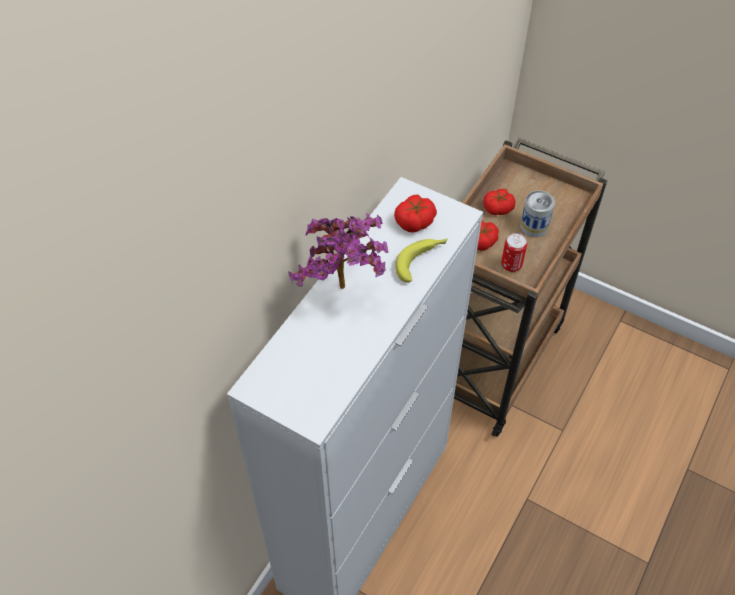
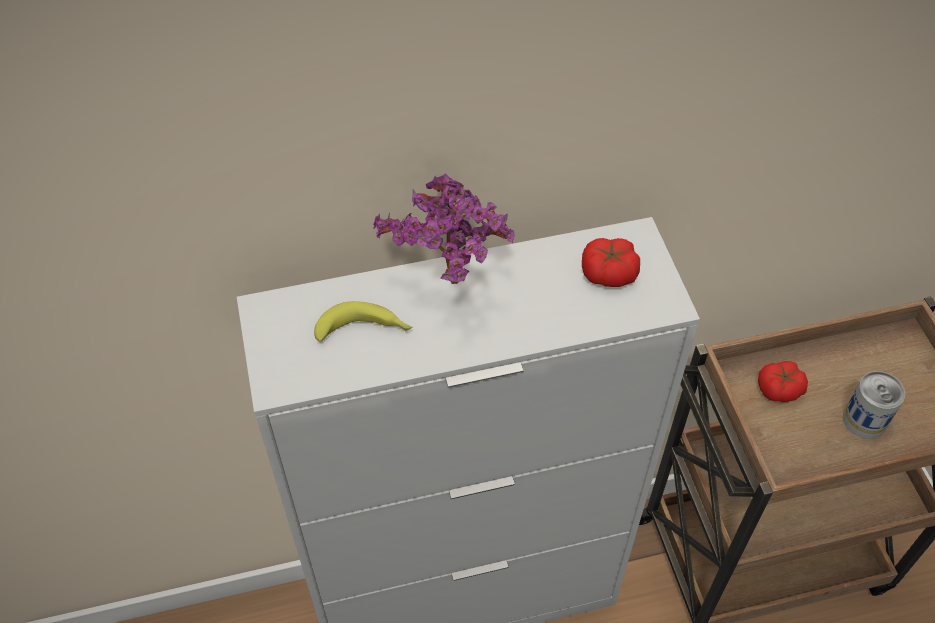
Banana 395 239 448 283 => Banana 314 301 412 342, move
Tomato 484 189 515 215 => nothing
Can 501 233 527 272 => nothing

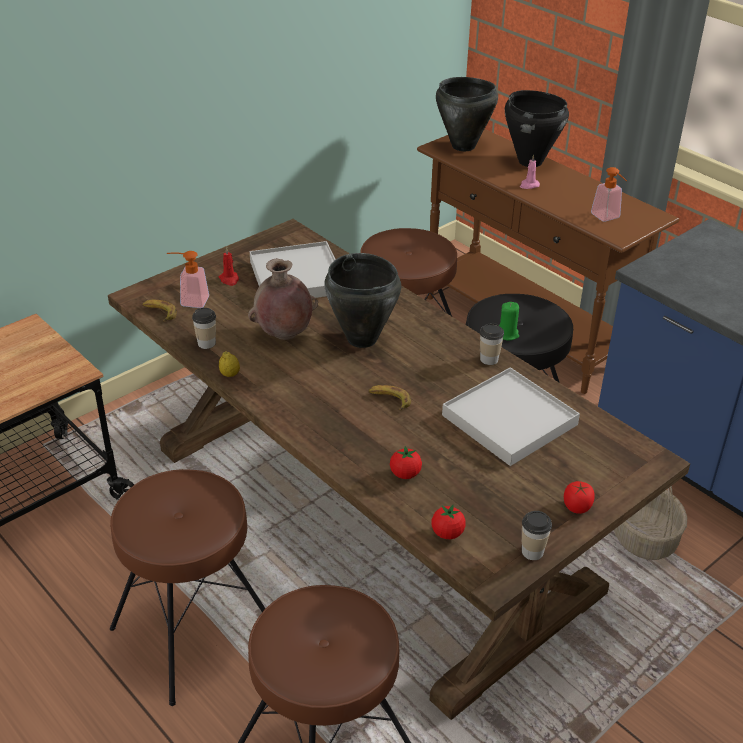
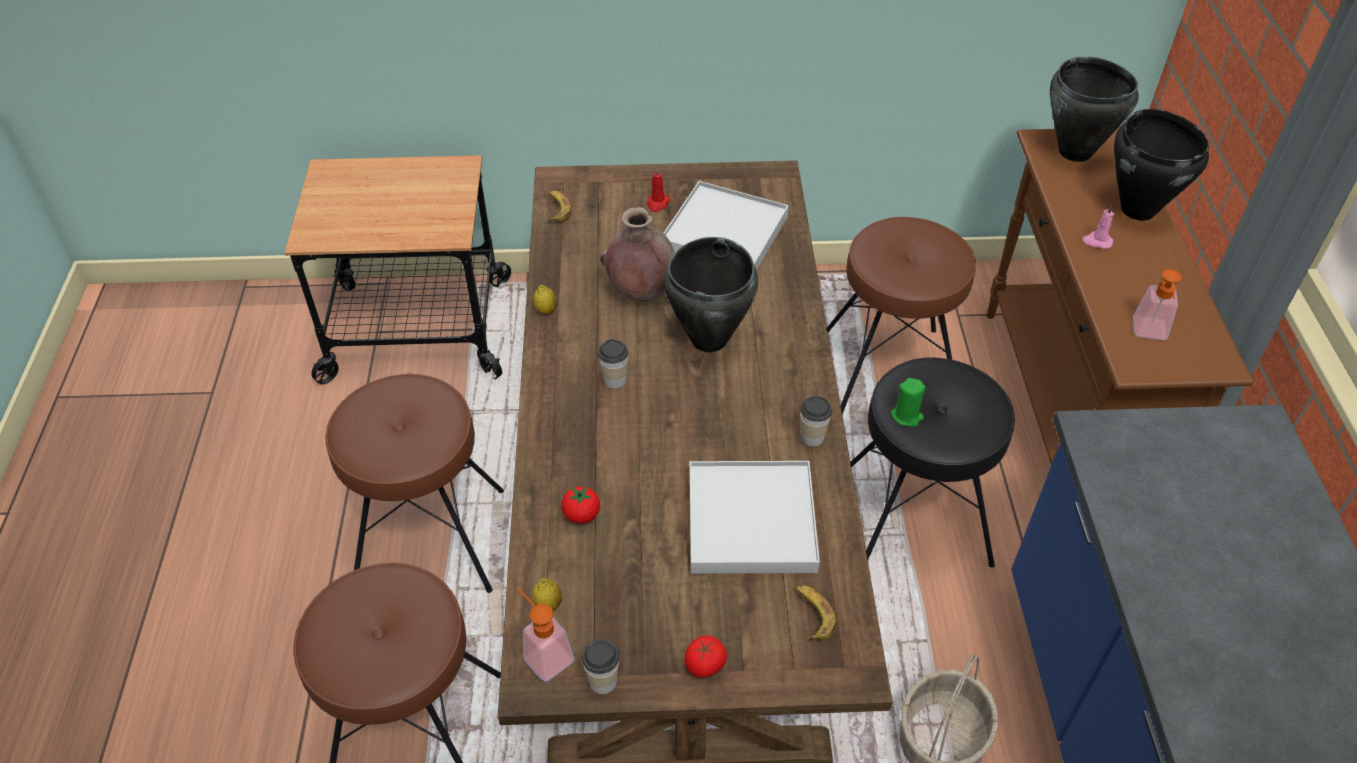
SoapBottle 167 251 209 308 => SoapBottle 517 588 574 682, move
Cup 192 308 216 349 => Cup 598 339 628 389, move
Banana 368 385 411 410 => Banana 796 585 837 640, move
Tomato 432 504 466 539 => CitrusFruit 533 578 562 611

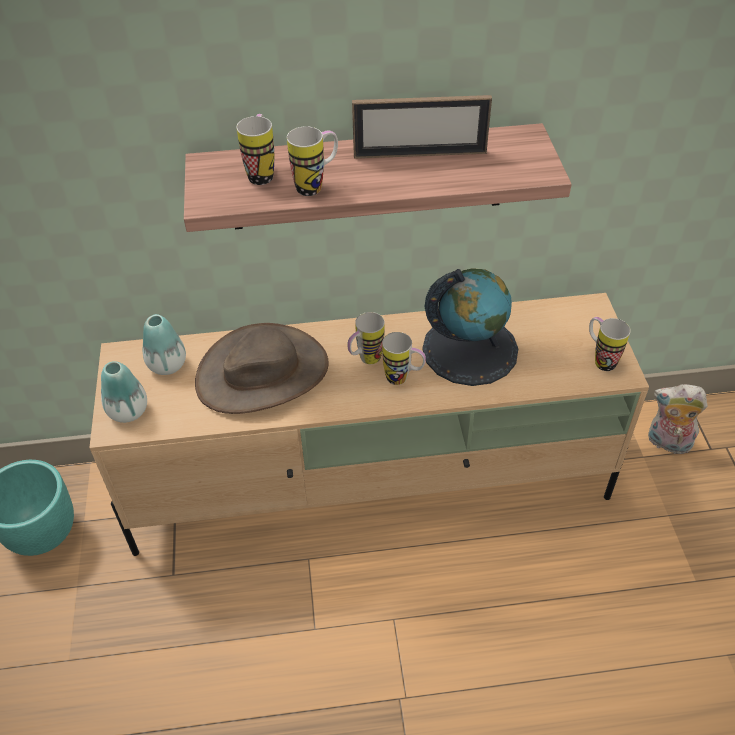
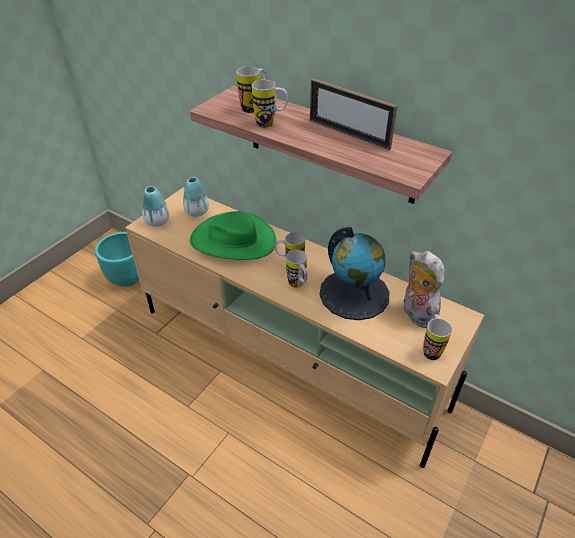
BrownClothingHat 195 323 329 414 => GreenColouredClothingHat 190 211 277 260
CuddlyToy 648 384 708 454 => CuddlyToy 404 251 444 328, move

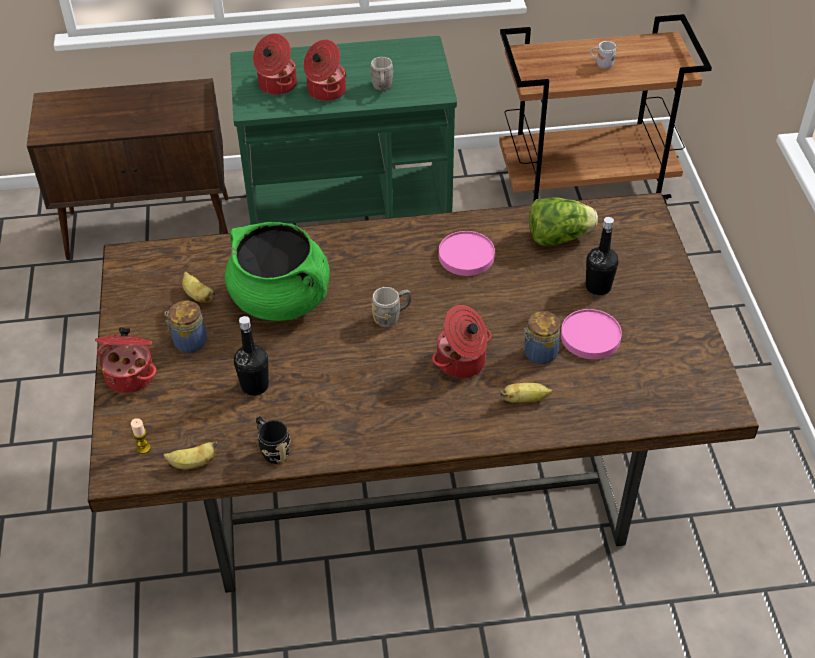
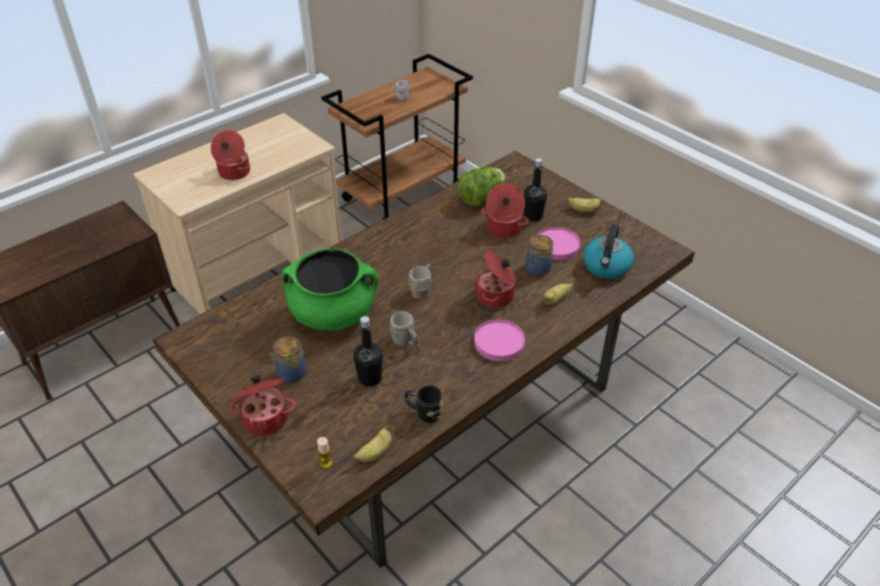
Banana 182 272 215 303 => Banana 568 198 604 212, move
GreenColouredWheeledCart 230 36 457 225 => BeigeColouredWheeledCart 134 113 342 315
CookingPot 253 34 297 95 => CookingPot 481 183 529 238, move
GreyishTeaMug 370 57 394 91 => GreyishTeaMug 390 311 418 347, move
PinkColouredDinnerPlate 439 231 495 276 => PinkColouredDinnerPlate 474 320 525 361, move
nothing => Kettle 583 224 634 279

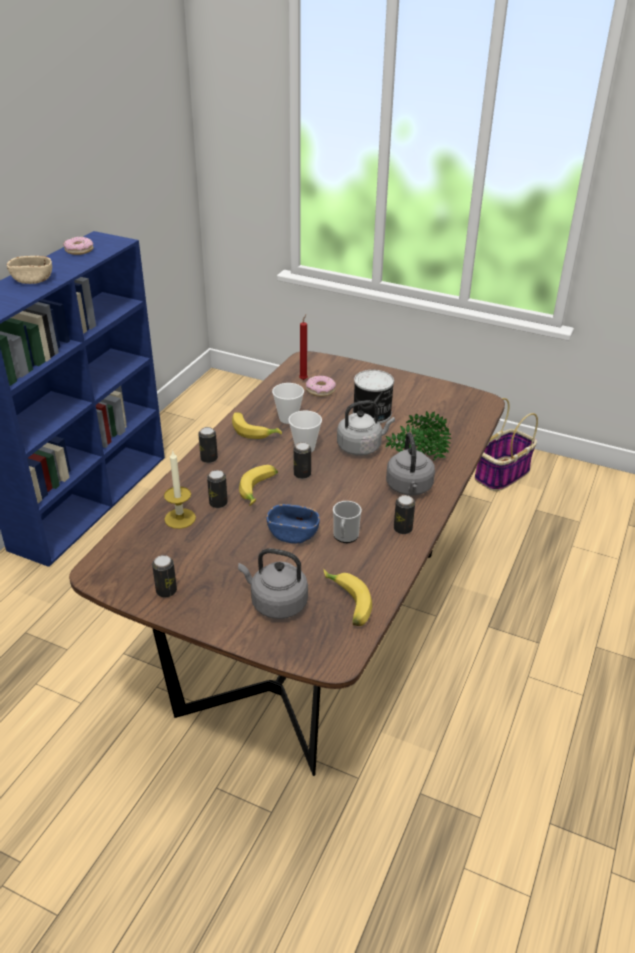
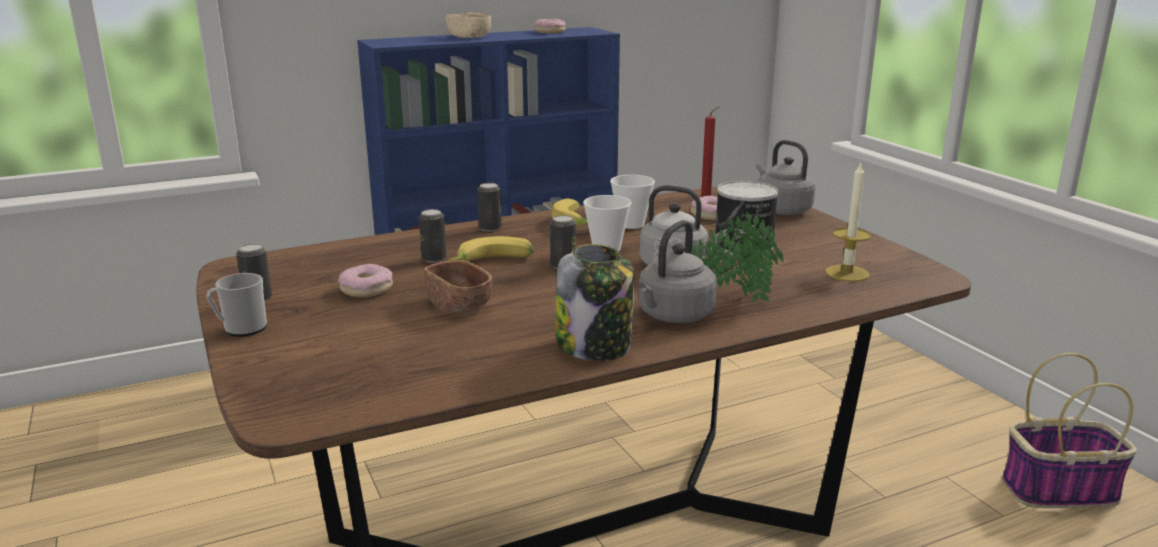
WaxLight 164 450 196 529 => WaxLight 825 161 871 282, move
GreyishKettle 238 548 308 619 => GreyishKettle 756 140 815 215, move
BlueServingBowl 267 504 320 544 => BrownServingBowl 424 260 492 312
Banana 324 569 372 626 => nothing
TeaMug 333 501 362 543 => TeaMug 206 273 267 337, move
Can 394 495 415 534 => Jar 556 244 635 361
nothing => Doughnut 338 264 393 298

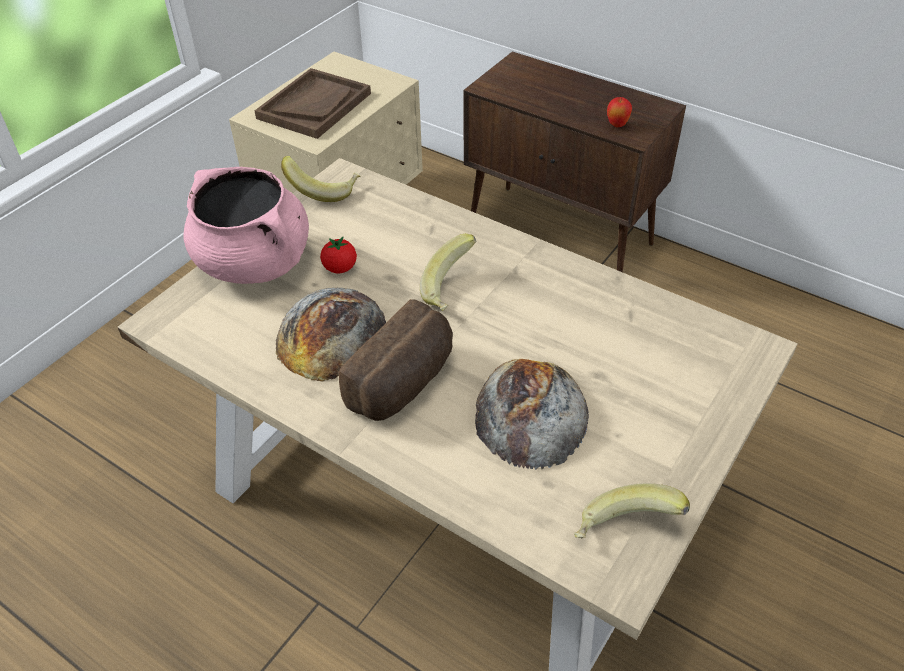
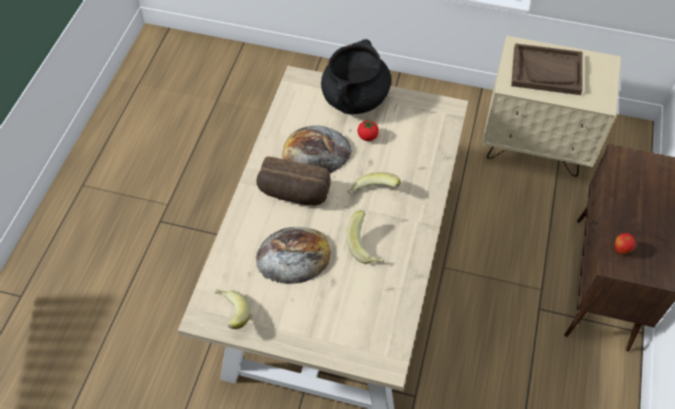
PinkColouredCookingPot 183 167 309 284 => BlackColouredCookingPot 321 39 391 115
Banana 281 156 360 202 => Banana 346 210 383 264, move

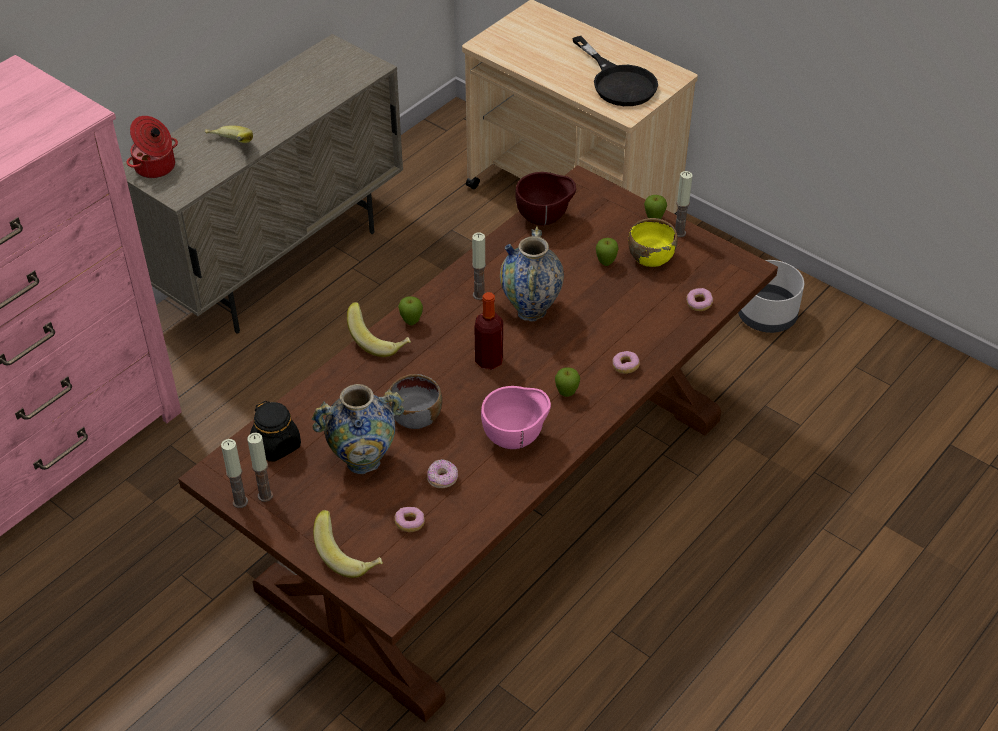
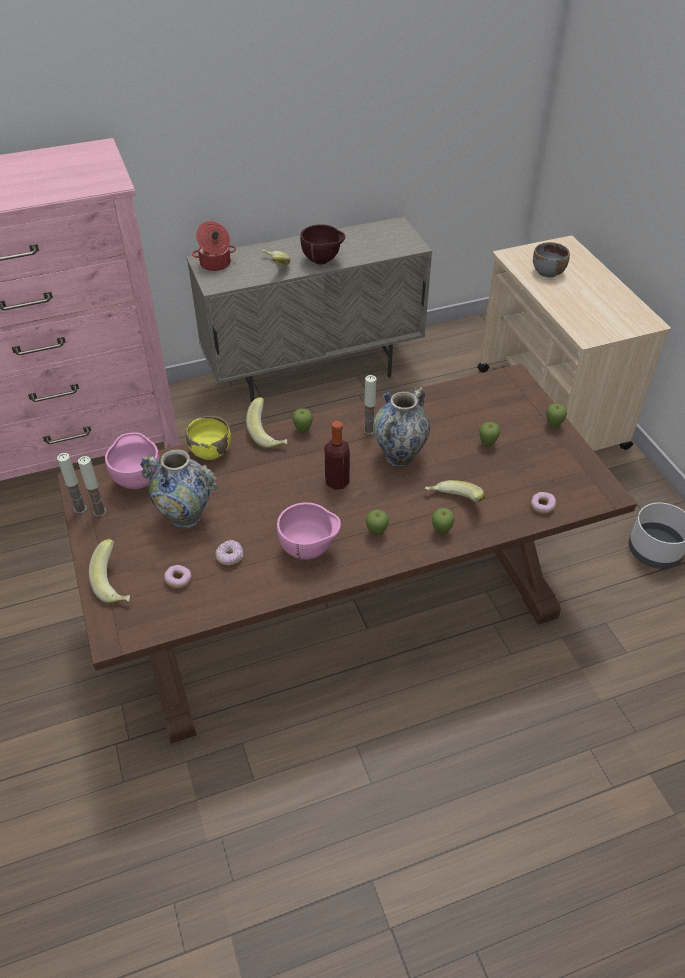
BlackColouredJar 250 401 301 462 => PinkColouredServingBowl 105 432 160 489
GreyishServingBowl 388 374 442 429 => GreyishServingBowl 533 242 570 277, move
BrownServingBowl 515 172 576 226 => BrownServingBowl 300 224 345 265, move
BlackColouredPan 572 36 658 106 => nothing
Doughnut 612 351 640 374 => Apple 432 508 455 535
YellowishServingBowl 628 218 678 267 => YellowishServingBowl 185 416 231 460, move
WaxLight 675 171 693 237 => nothing
nothing => Banana 425 480 485 502

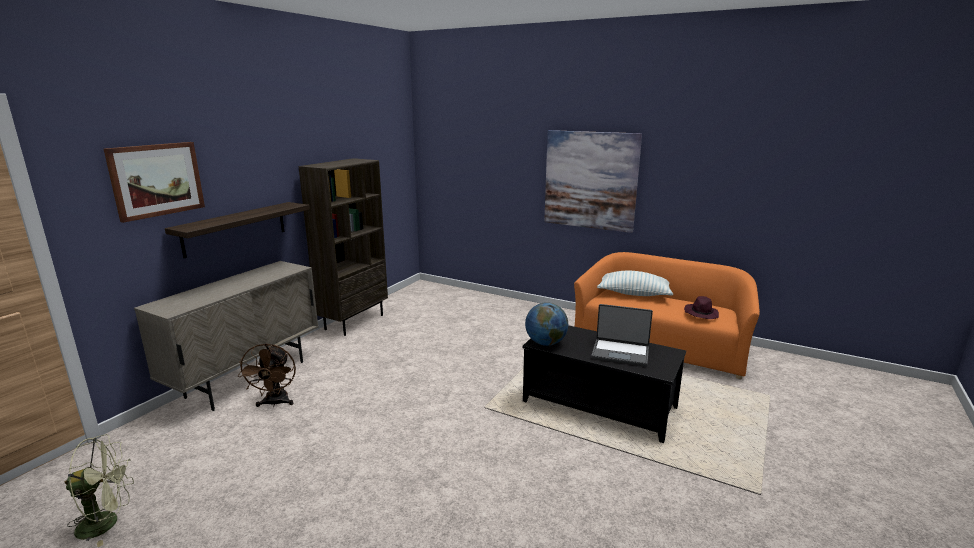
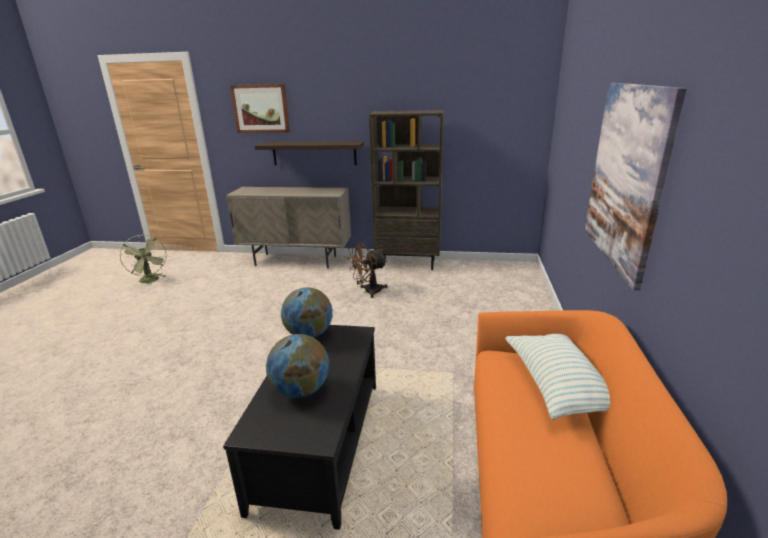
BrownFan 238 343 296 407 => BrownFan 348 242 387 298, move
PortableComputer 591 304 653 366 => Globe 266 334 329 398
PurpleClothingHat 684 296 719 319 => nothing

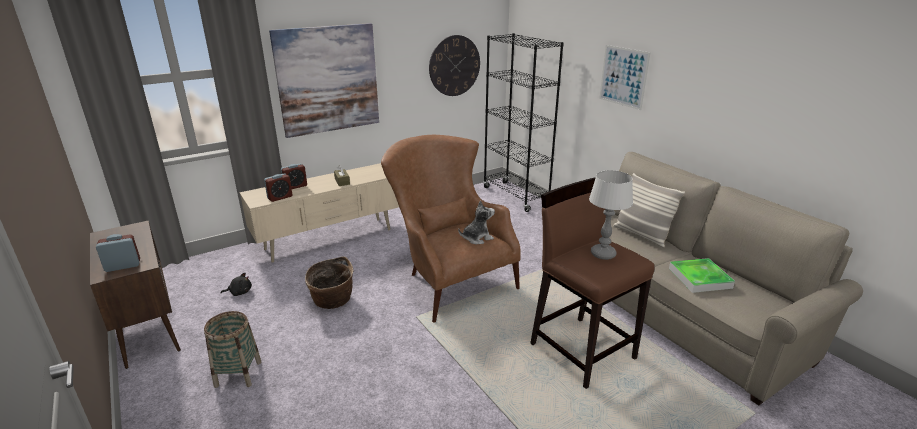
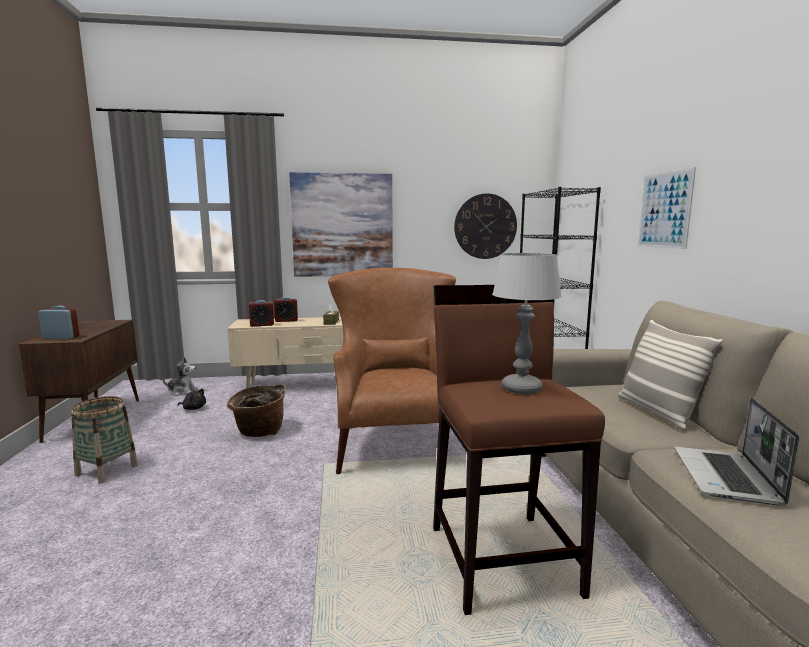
CuddlyToy 458 200 495 244 => CuddlyToy 162 357 198 396, move
CarryingTray 669 258 735 293 => PortableComputer 674 398 799 506

